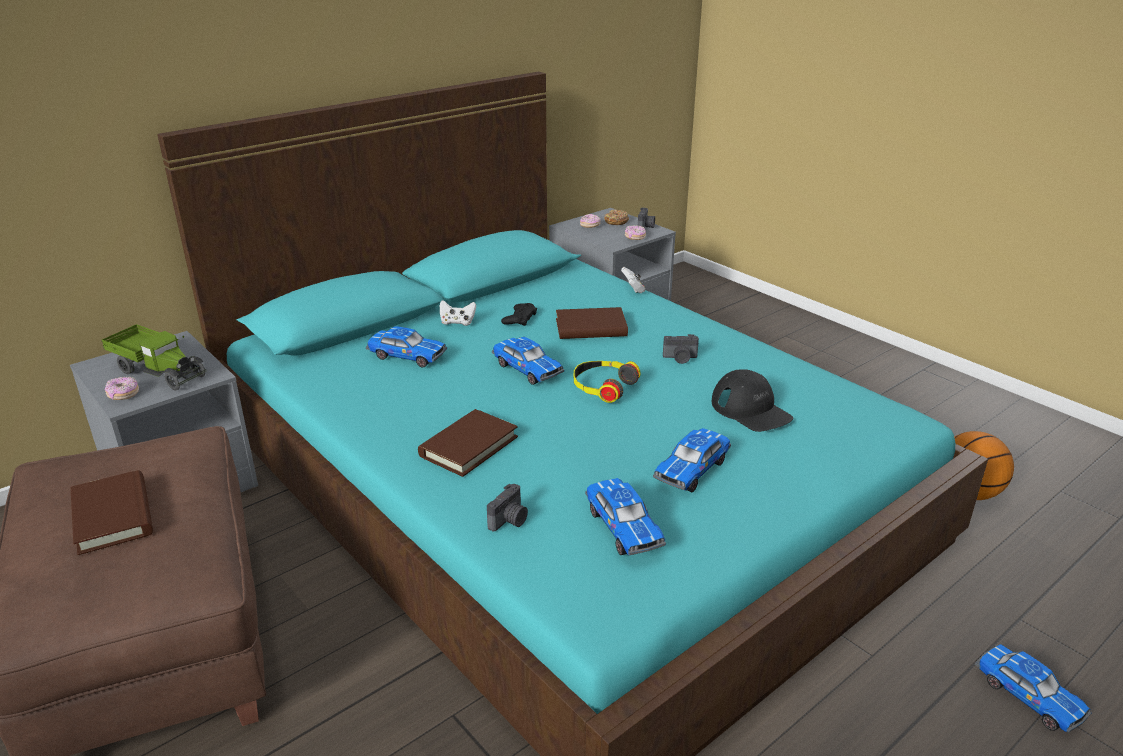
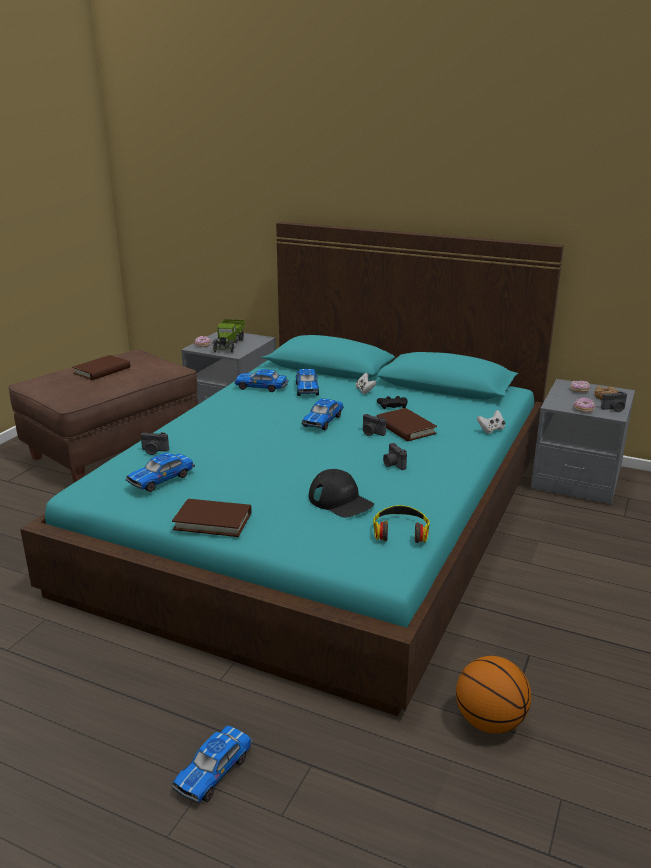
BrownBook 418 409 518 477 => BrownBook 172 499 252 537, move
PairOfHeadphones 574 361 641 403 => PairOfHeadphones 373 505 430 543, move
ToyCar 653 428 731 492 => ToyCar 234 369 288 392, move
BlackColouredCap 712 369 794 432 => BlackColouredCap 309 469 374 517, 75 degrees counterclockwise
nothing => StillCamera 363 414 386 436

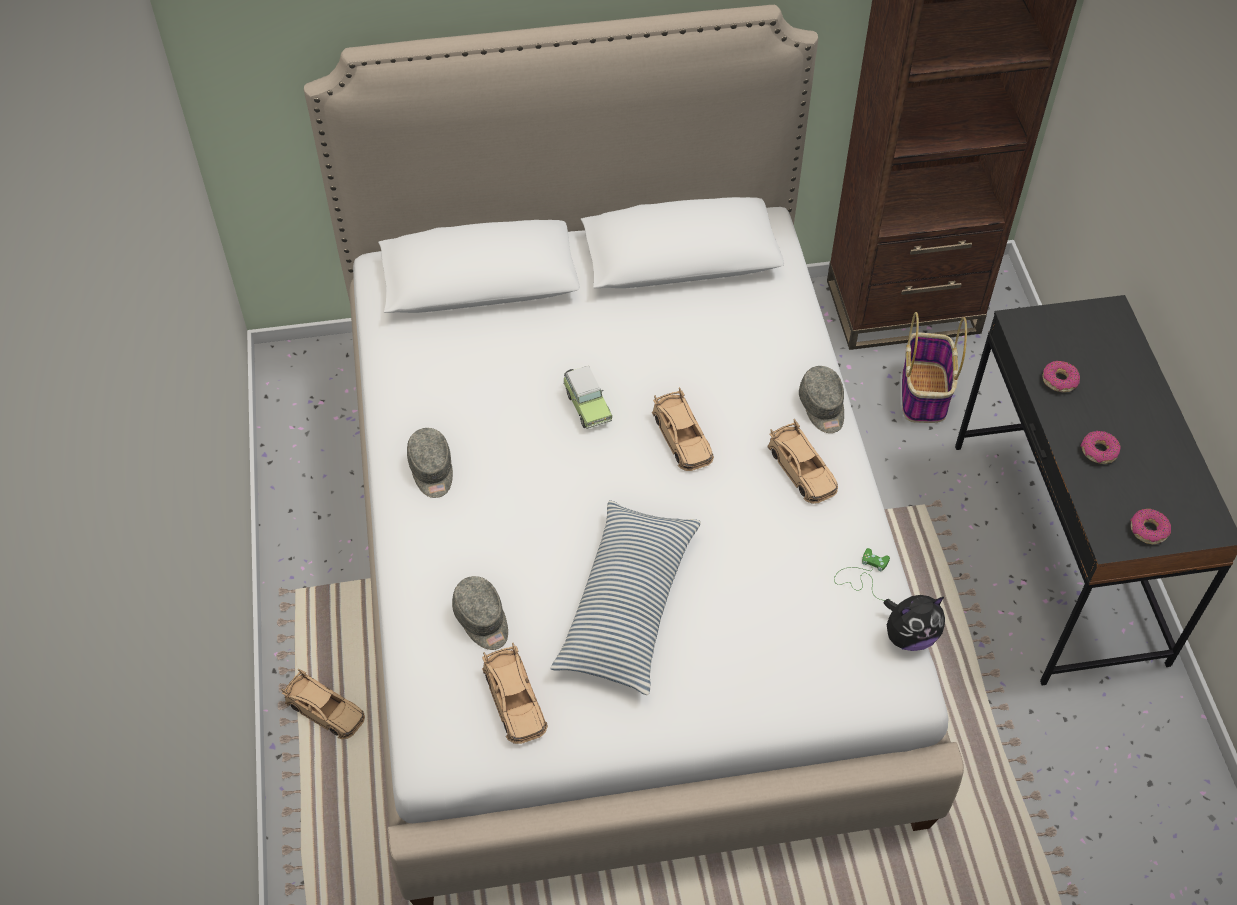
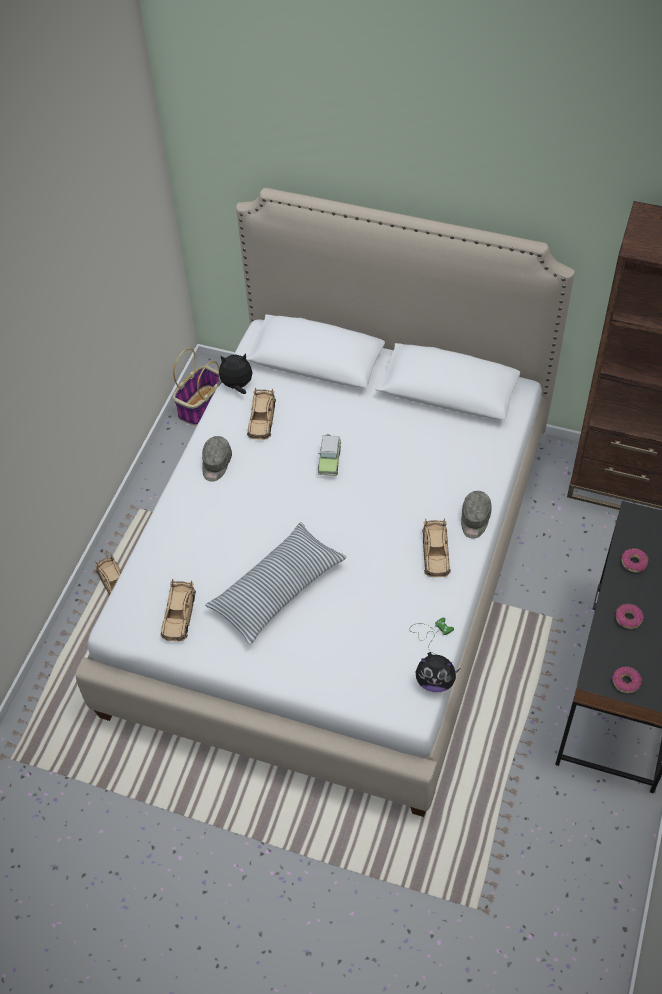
GreyishCap 452 576 508 650 => nothing
BeigeColouredToyCar 652 387 714 471 => BeigeColouredToyCar 247 388 276 440, move
StorageBasket 902 312 967 423 => StorageBasket 173 348 220 426, move
nothing => CuddlyToy 217 354 253 394

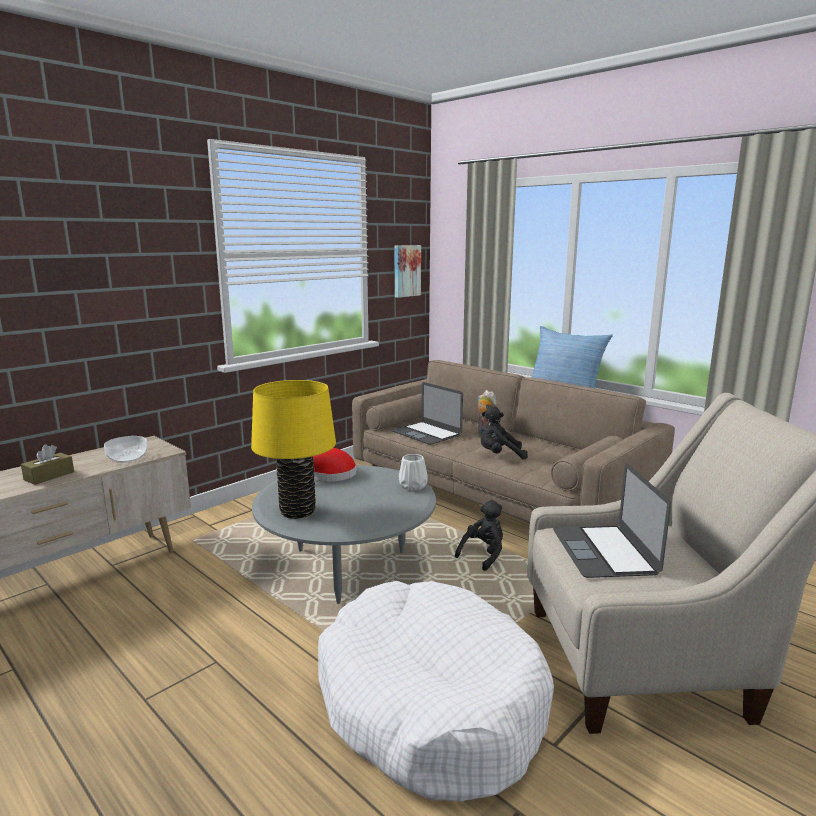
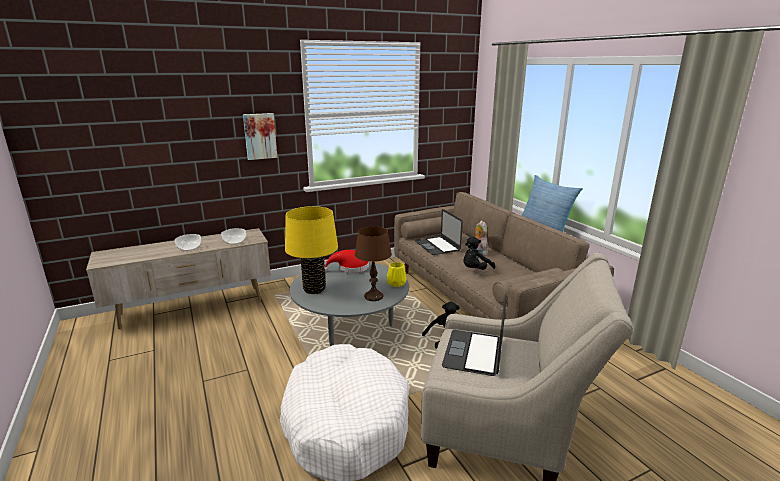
BrownTissueBox 21 444 74 485 => ServingBowl 175 234 201 251
WallArt 395 245 421 298 => WallArt 243 113 277 160, move
WhiteColouredVase 399 454 427 491 => YellowishVase 387 262 406 287
BlackColouredCuddlyToy 481 406 528 460 => BlackColouredCuddlyToy 463 237 495 270, 60 degrees counterclockwise
nothing => BrownLampForATable 355 226 392 301

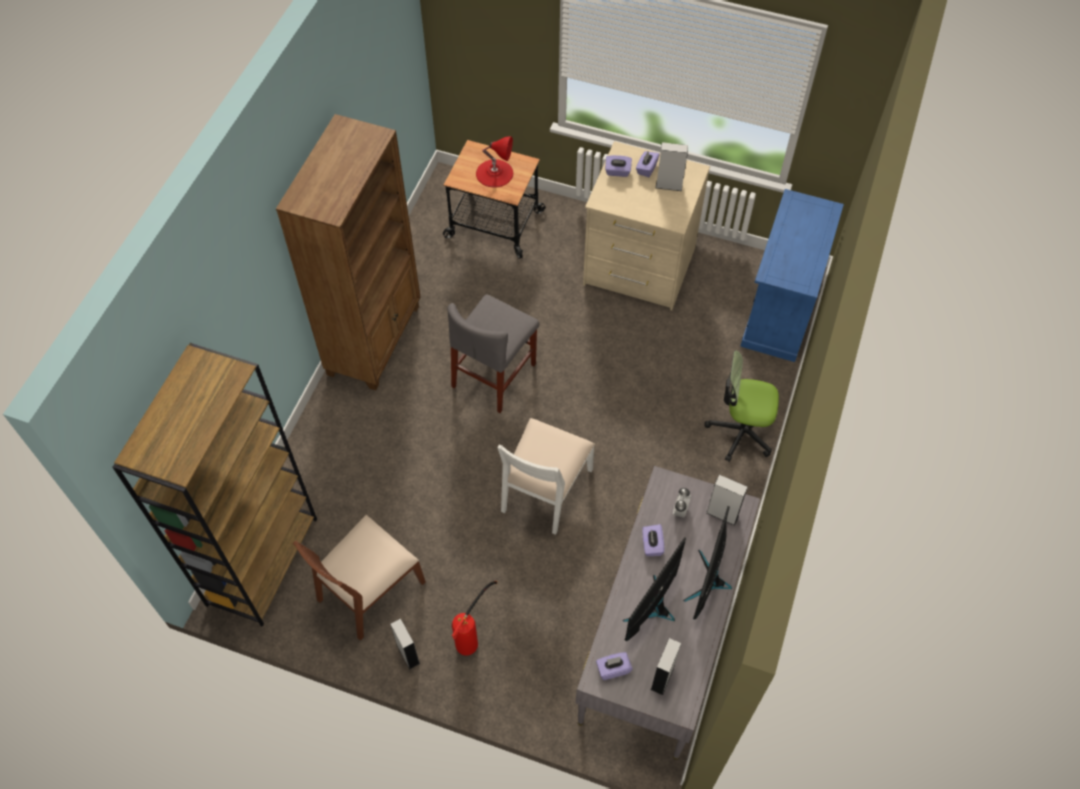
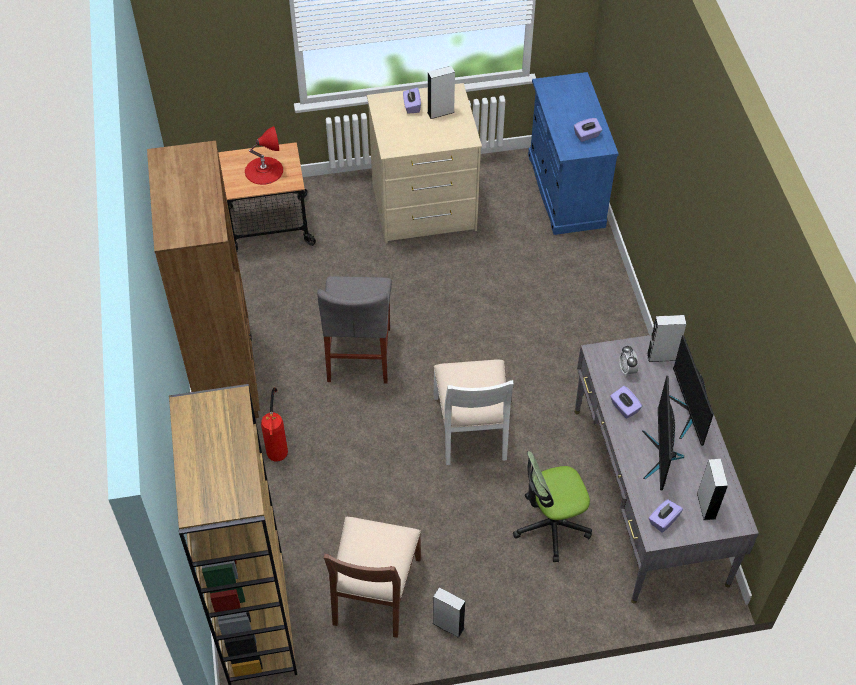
FireFightingCylinder 452 581 498 656 => FireFightingCylinder 261 387 288 462, move
PurpleTissueBox 605 155 632 177 => PurpleTissueBox 574 118 602 142, move
OfficeChair 704 350 779 462 => OfficeChair 513 451 592 562, move

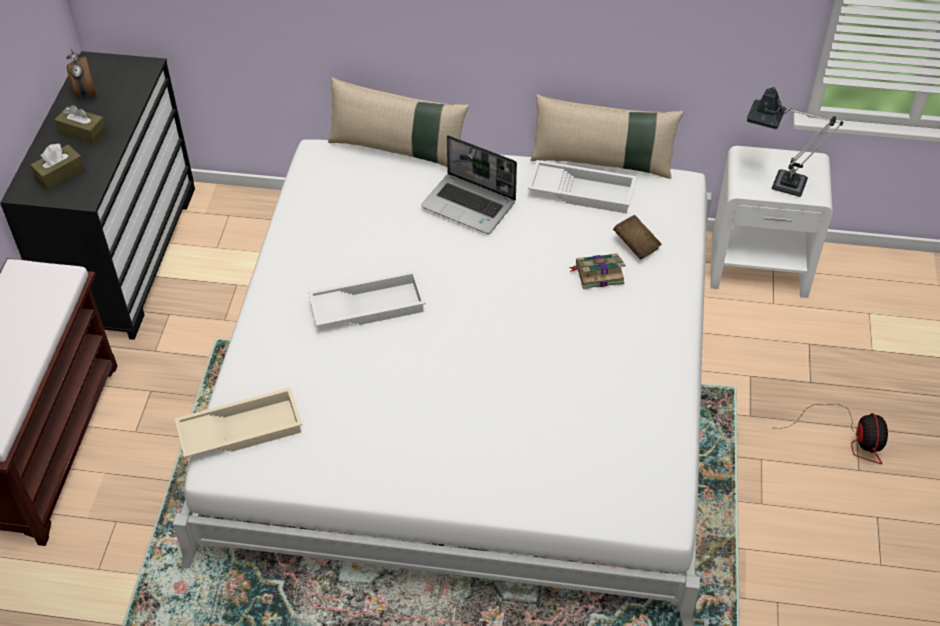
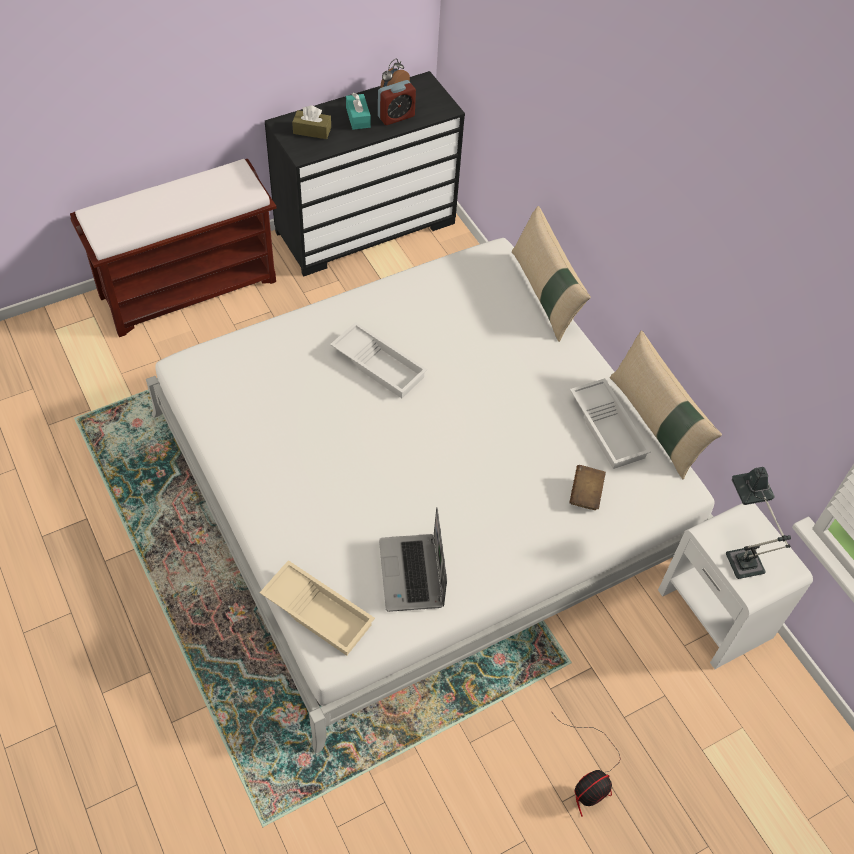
BrownTissueBox 55 105 107 145 => BlueGreenTissueBox 346 93 371 130
BeigeColouredCarryingTray 175 387 302 458 => BeigeColouredCarryingTray 260 560 375 656, move
PortableComputer 421 135 517 234 => PortableComputer 379 507 447 612, move
Book 569 253 626 289 => nothing
nothing => TableClock 378 80 416 125

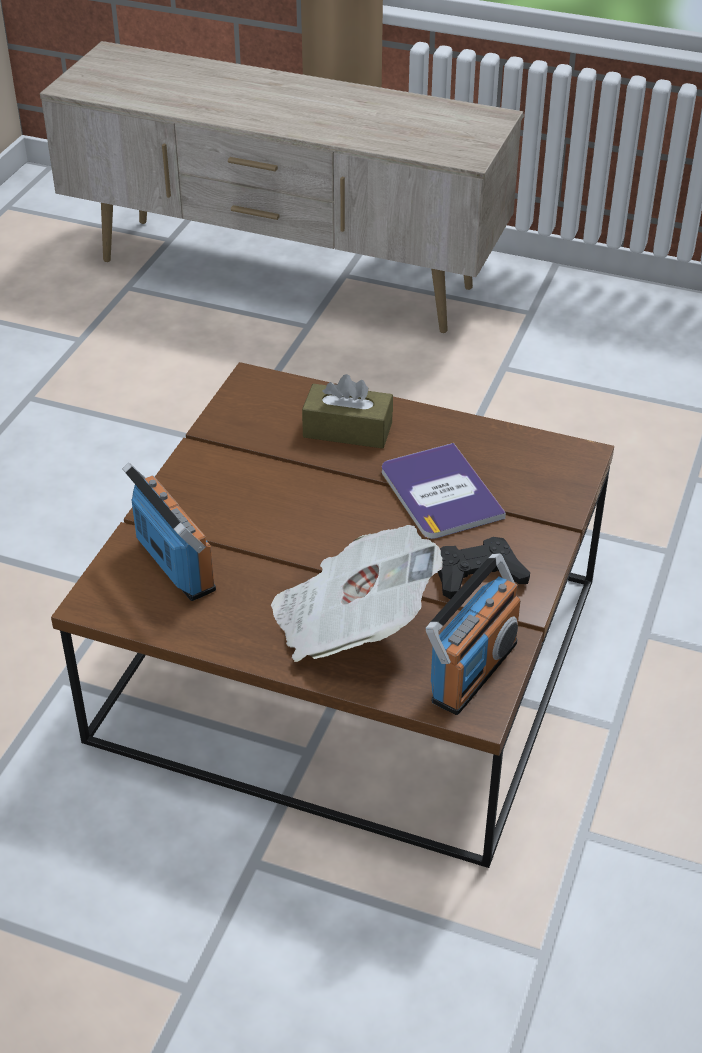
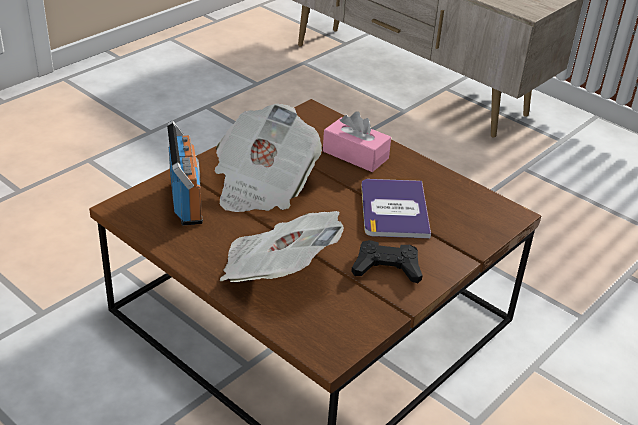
BrownTissueBox 302 374 393 449 => PinkColouredTissueBox 323 112 391 172
Radio 426 553 520 715 => nothing
nothing => PrintedPaper 214 103 322 212

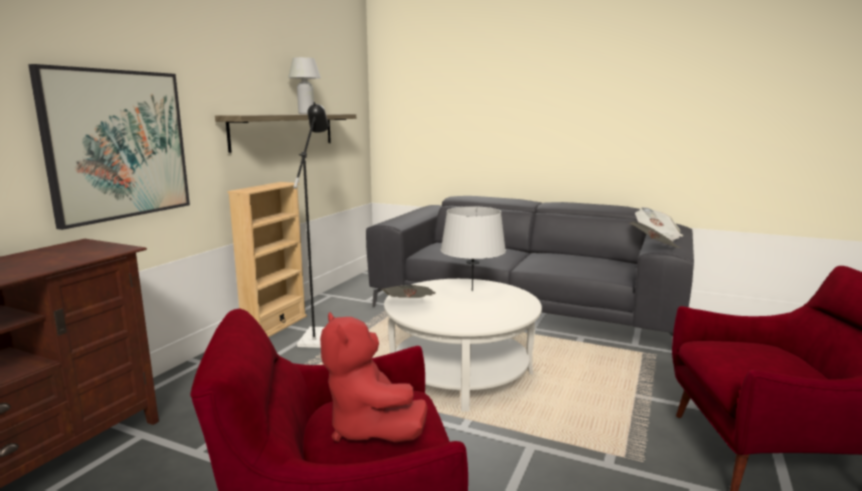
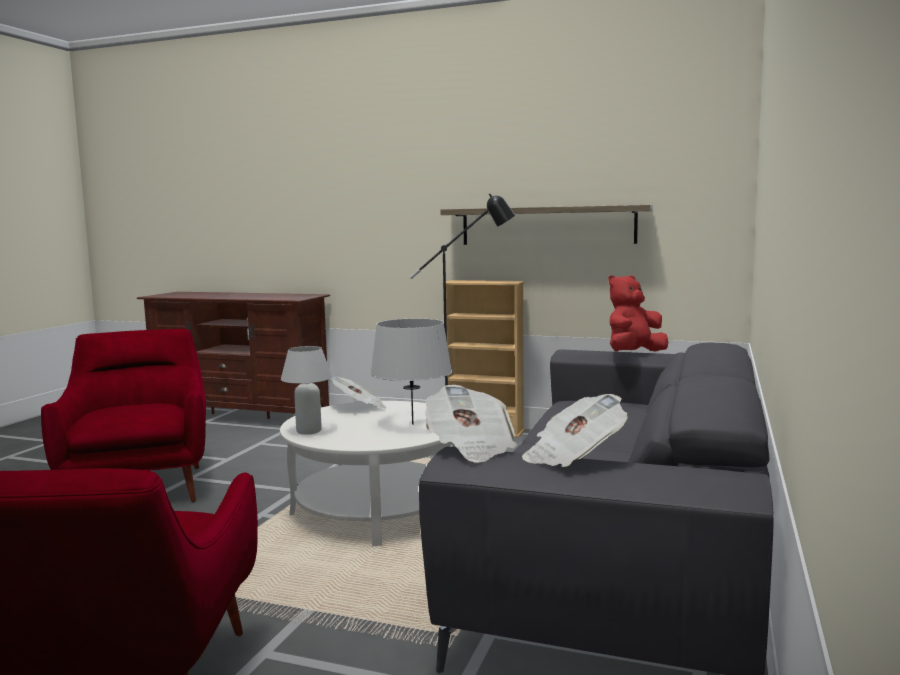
WallArt 28 64 190 230 => nothing
WhiteColouredLampForATable 288 57 321 114 => WhiteColouredLampForATable 281 346 332 435, move
RedCuddlyToy 320 312 428 442 => RedCuddlyToy 608 275 668 352, move

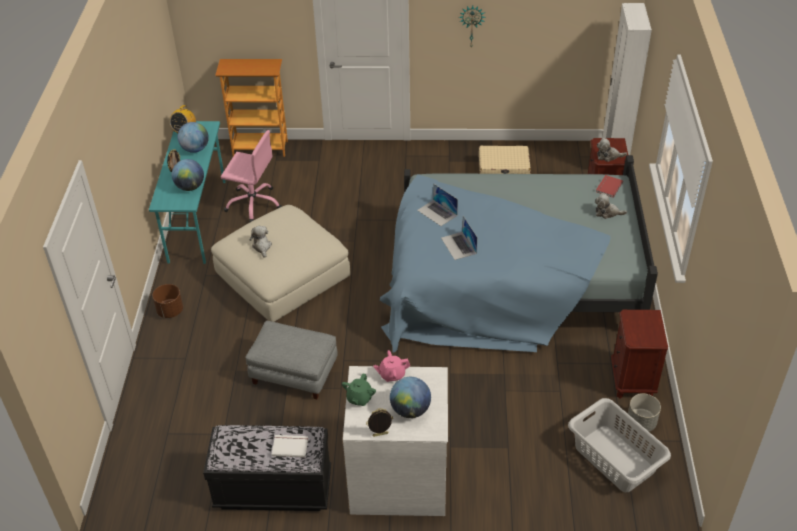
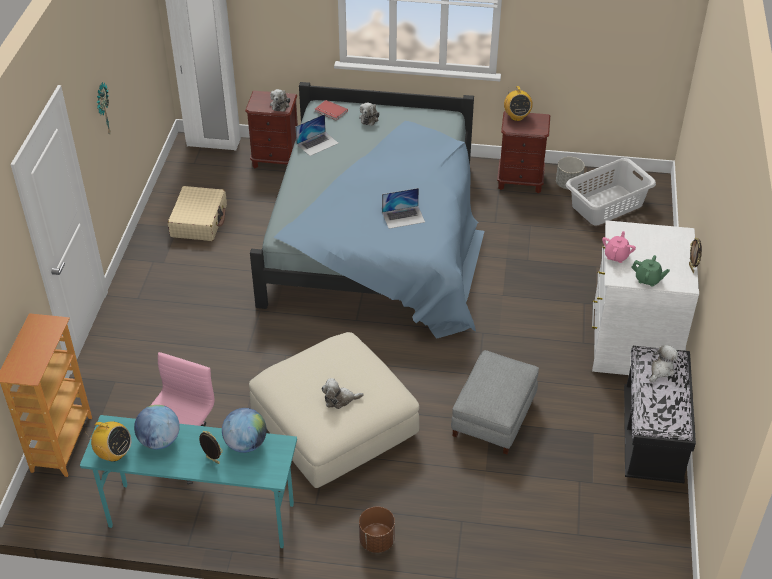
WhiteColouredBook 272 435 308 458 => CuddlyToy 649 344 678 382
PinkColouredTeapot 373 350 410 382 => PinkColouredTeapot 602 231 636 263, 150 degrees counterclockwise
Globe 390 377 431 418 => nothing
PortableComputer 417 184 458 226 => PortableComputer 295 114 339 156, move
nothing => Radio 504 86 533 121

